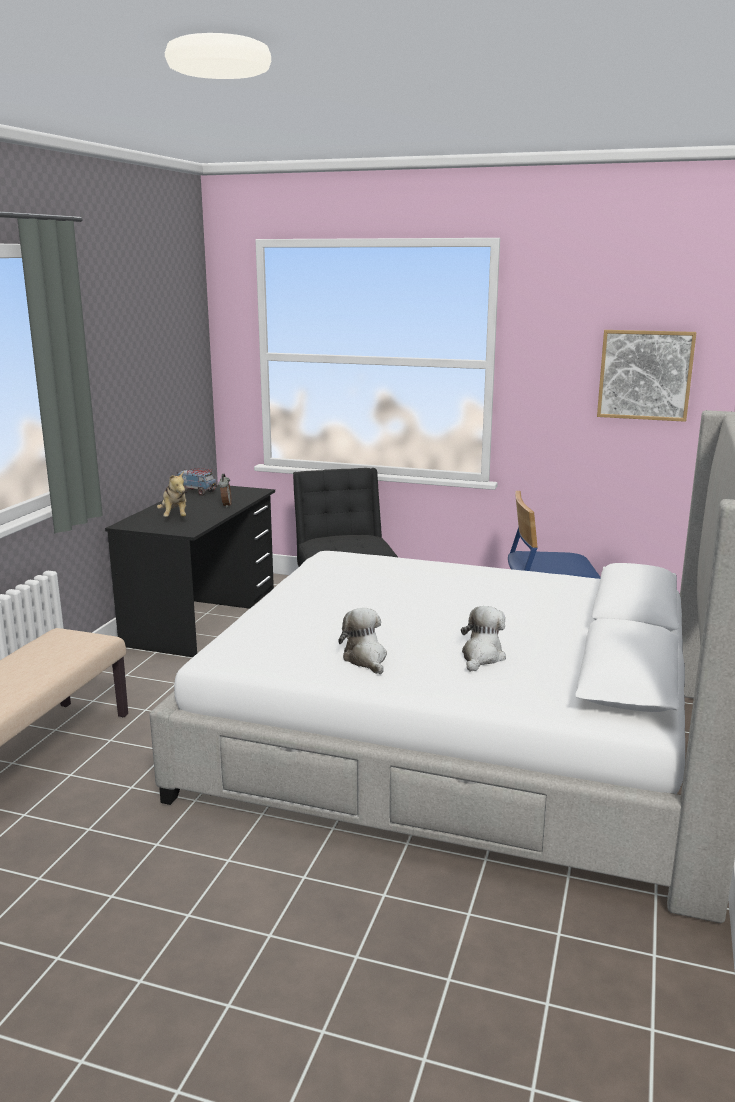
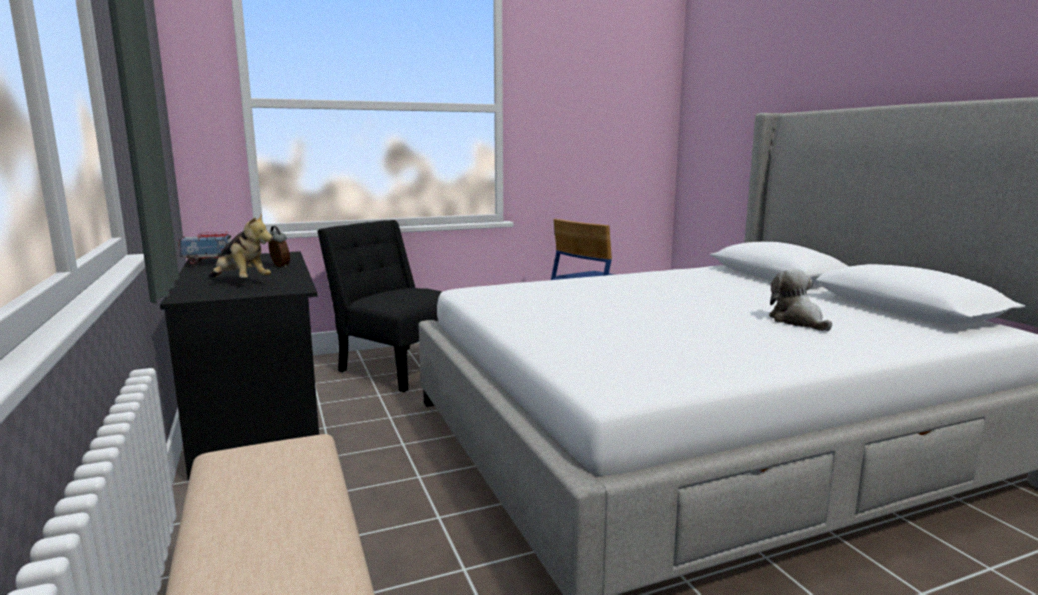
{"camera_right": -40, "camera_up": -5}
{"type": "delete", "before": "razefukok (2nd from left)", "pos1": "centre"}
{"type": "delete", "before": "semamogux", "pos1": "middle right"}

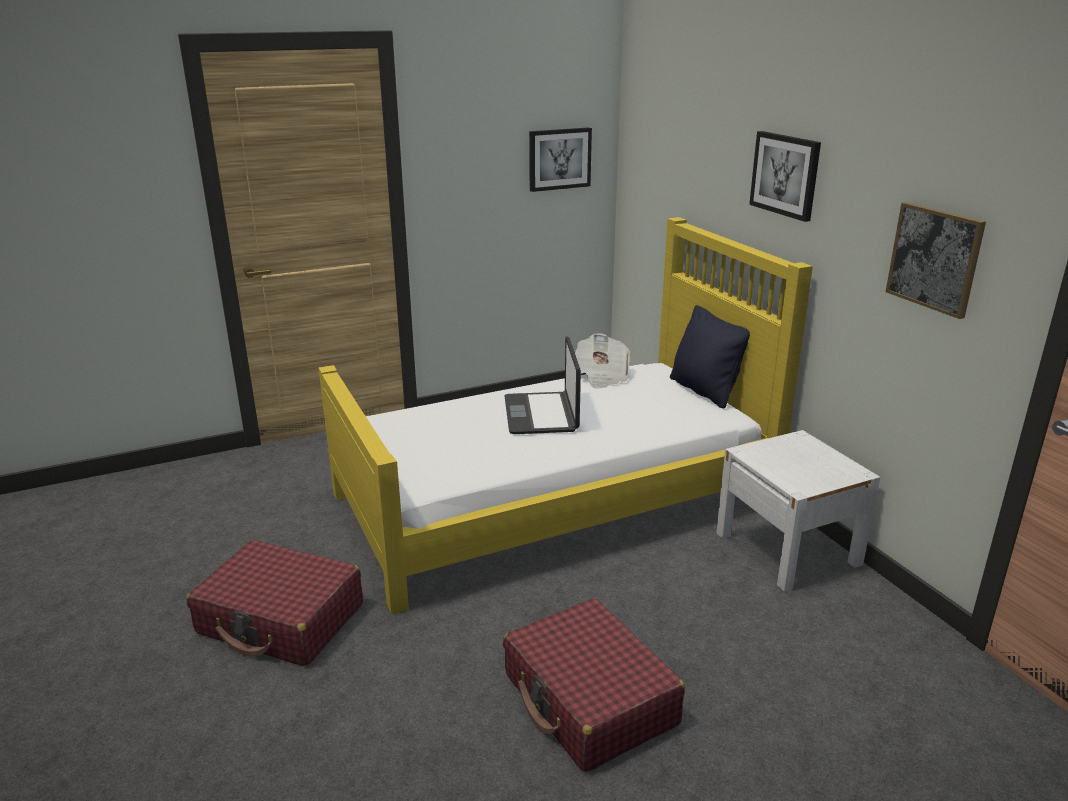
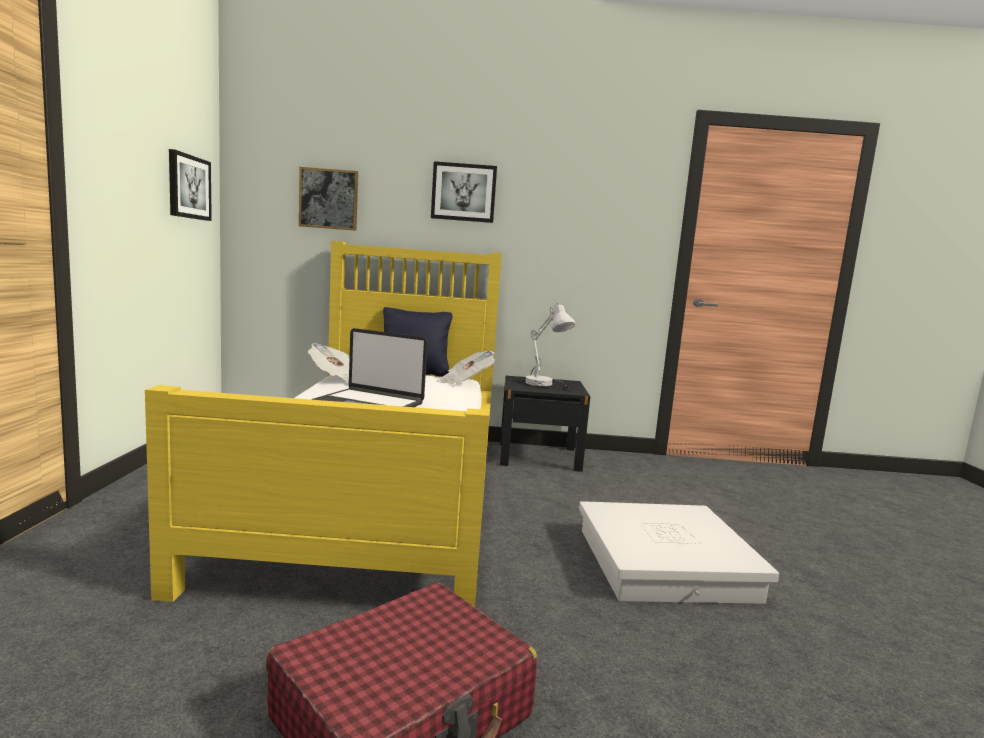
{"camera_right": -65, "camera_up": -15}
{"type": "replace", "before": "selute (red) (2nd from left)", "after": "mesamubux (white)", "pos1": "bottom centre", "pos2": "bottom right"}
{"type": "recolor", "before": "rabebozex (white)", "after": "rabebozex (black)", "pos1": "middle right", "pos2": "centre"}
{"type": "move", "before": "semamogux (3rd from left in the first image)", "after": "semamogux (2nd from left)", "pos1": "top right", "pos2": "top centre"}
{"type": "insert", "after": "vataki (2nd from left)", "pos2": "centre"}
{"type": "insert", "after": "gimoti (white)", "pos2": "centre"}

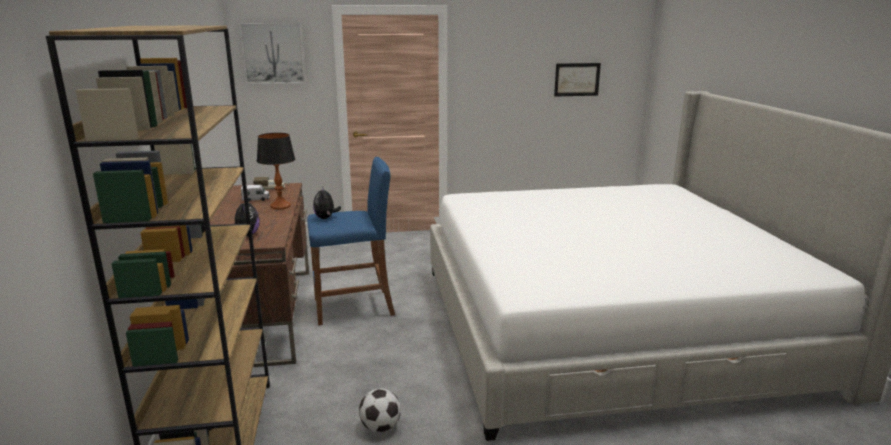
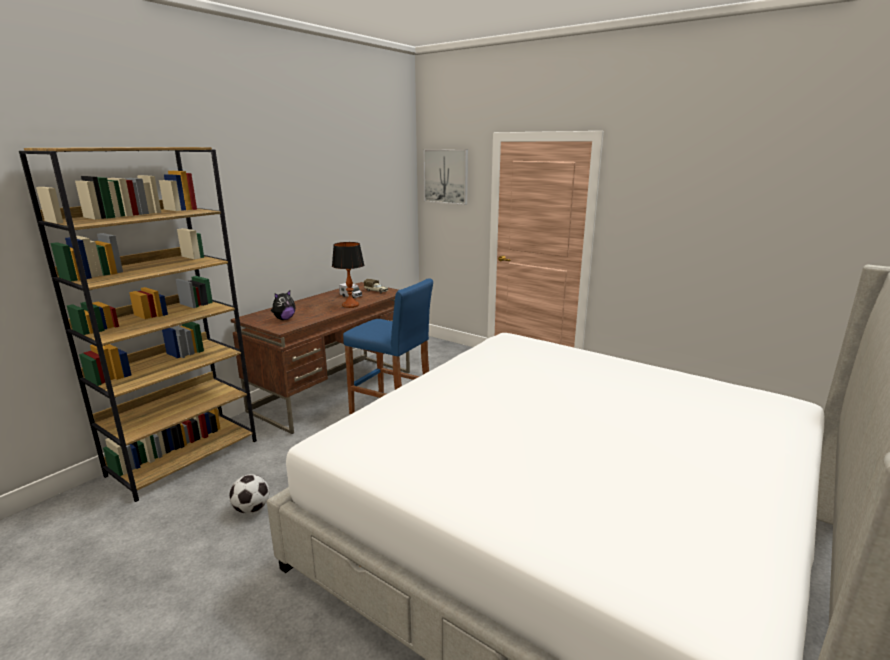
{"camera_right": 45, "camera_up": 0}
{"type": "delete", "before": "razefukok (2nd from left)", "pos1": "centre"}
{"type": "delete", "before": "semamogux (2nd from left)", "pos1": "top centre"}

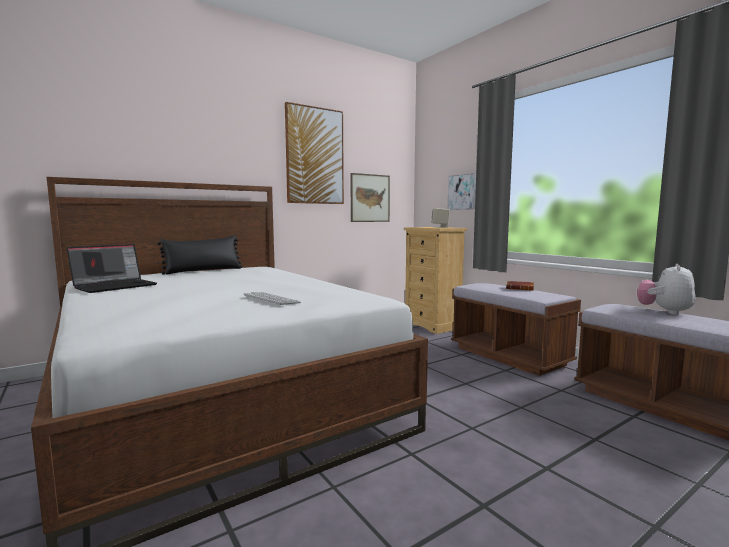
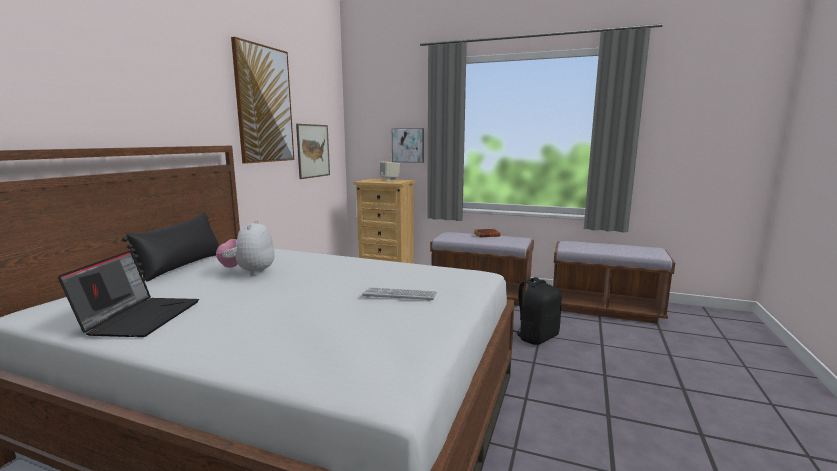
{"camera_right": -35, "camera_up": 5}
{"type": "move", "before": "razefukok", "pos1": "middle right", "pos2": "middle left"}
{"type": "insert", "after": "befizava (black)", "pos2": "centre"}

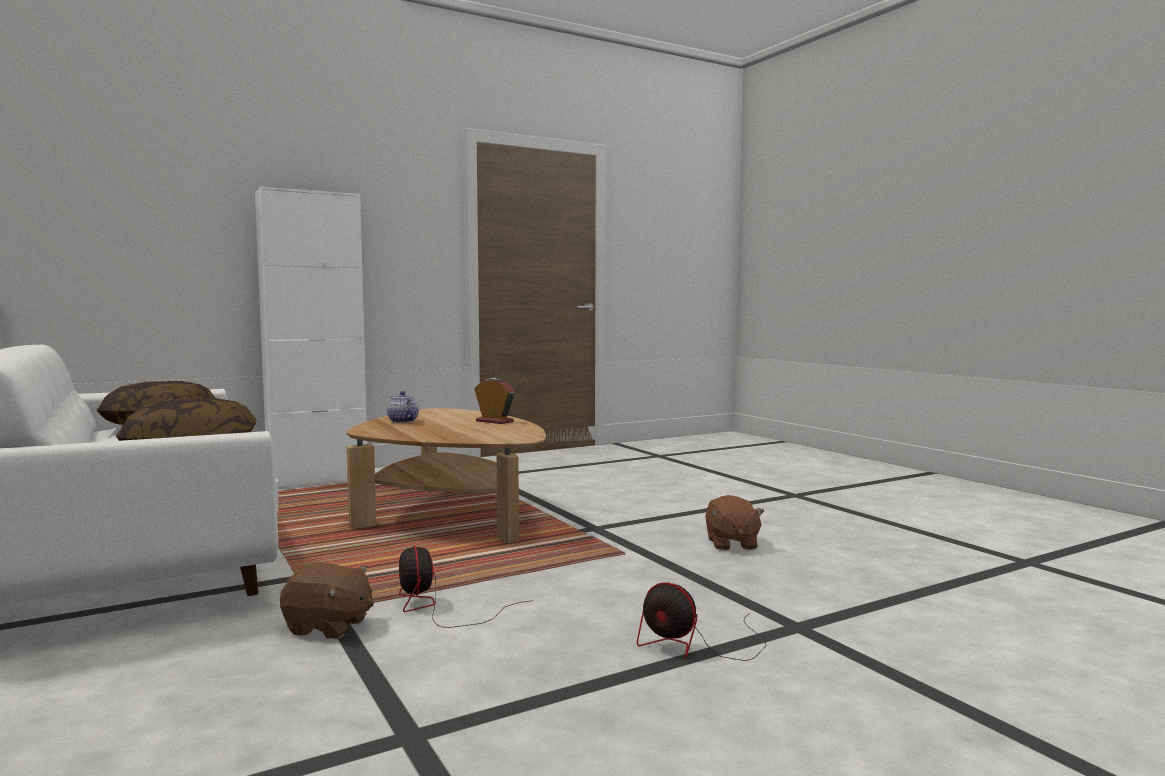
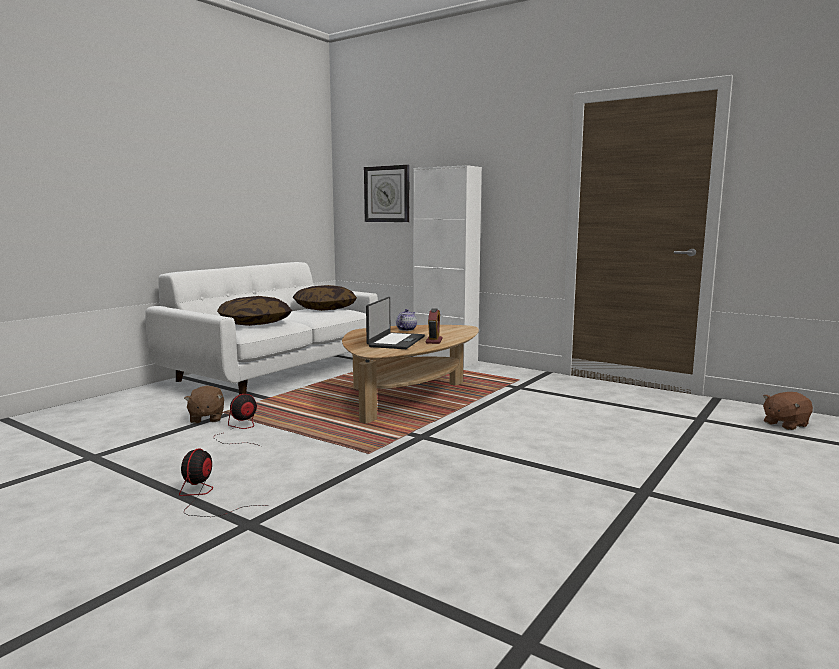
{"camera_right": 65, "camera_up": 5}
{"type": "move", "before": "razefukok (brown) (2nd from left)", "pos1": "bottom centre", "pos2": "middle right"}
{"type": "insert", "after": "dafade", "pos2": "top centre"}
{"type": "insert", "after": "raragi", "pos2": "centre"}

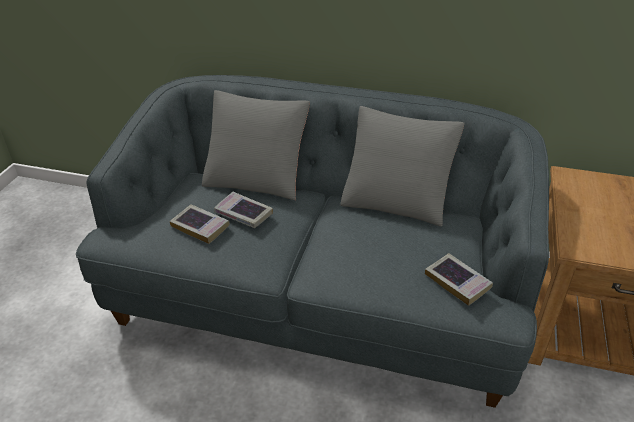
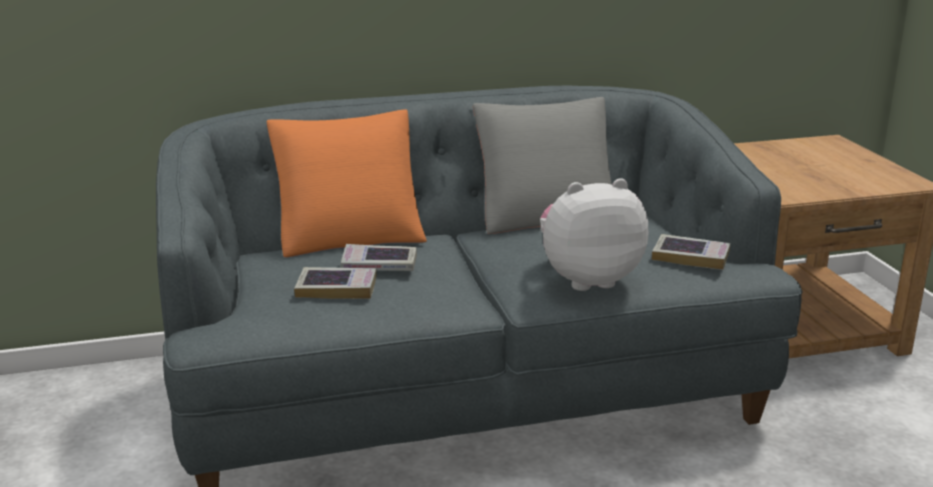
{"camera_right": -30, "camera_up": -15}
{"type": "recolor", "before": "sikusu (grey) (1st from left)", "after": "sikusu (orange)", "pos1": "centre", "pos2": "centre"}
{"type": "insert", "after": "razefukok", "pos2": "centre"}

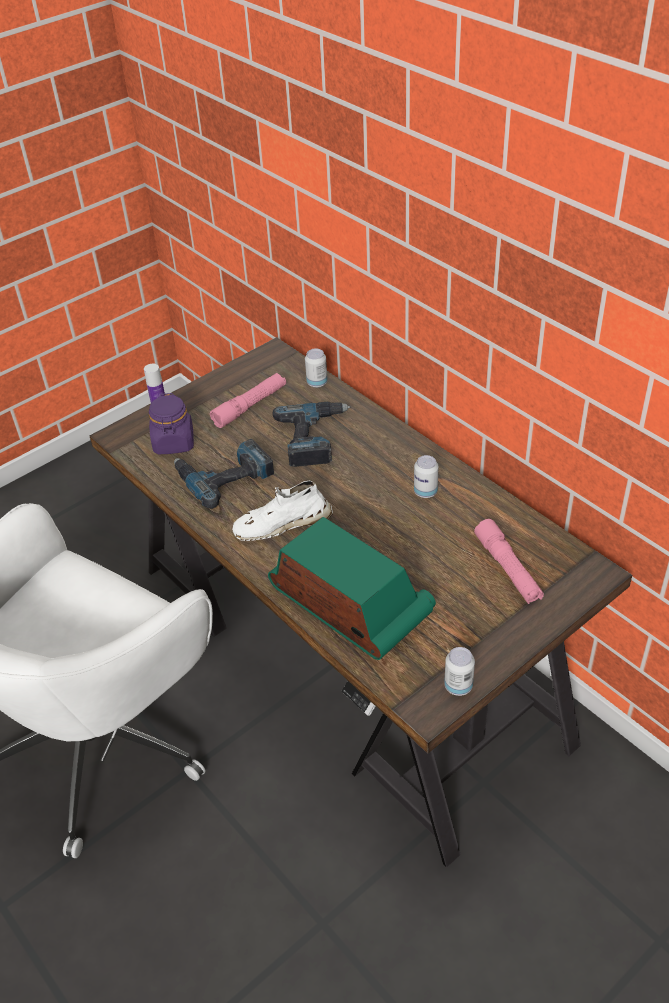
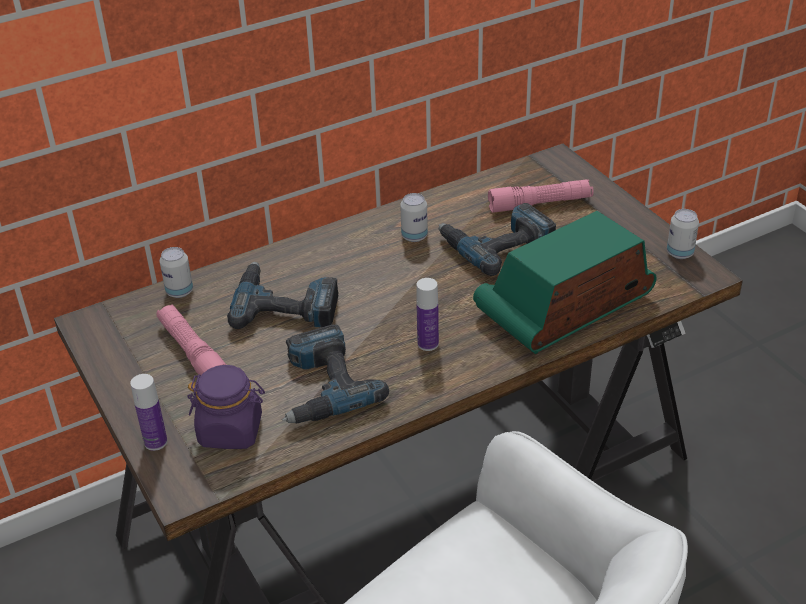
{"camera_right": -80, "camera_up": -5}
{"type": "replace", "before": "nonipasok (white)", "after": "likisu (2nd from left)", "pos1": "centre", "pos2": "centre"}
{"type": "insert", "after": "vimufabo (3rd from left)", "pos2": "centre"}

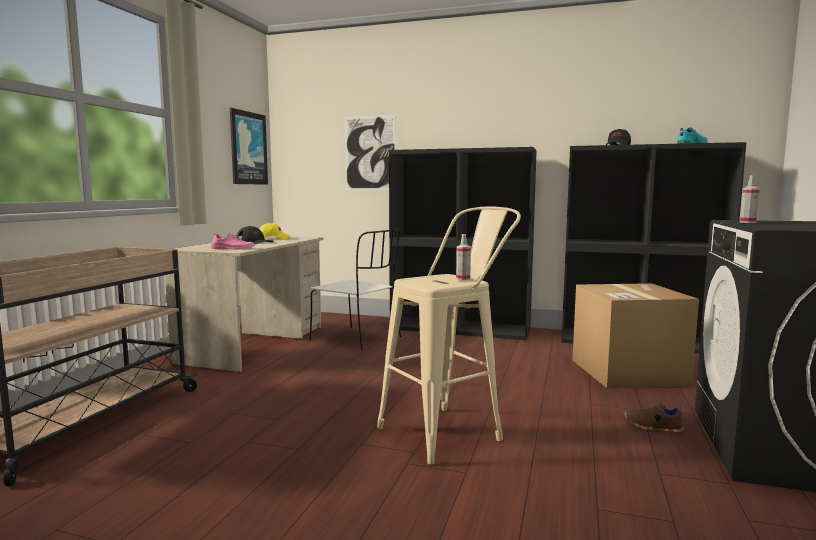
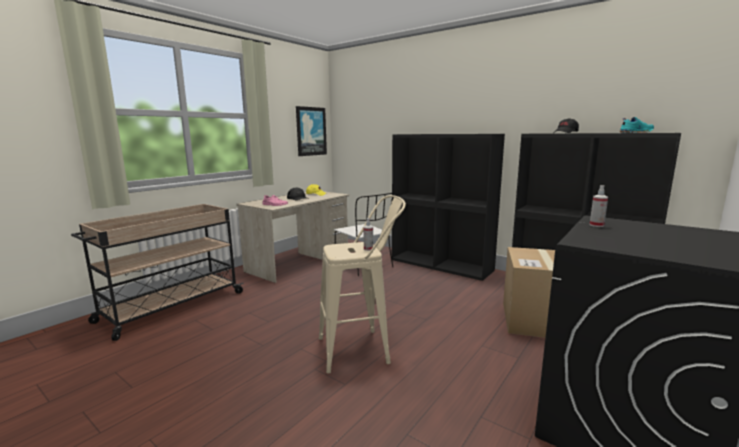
{"camera_right": 20, "camera_up": 5}
{"type": "delete", "before": "semamogux (2nd from left)", "pos1": "top centre"}
{"type": "delete", "before": "nonipasok (brown)", "pos1": "bottom right"}

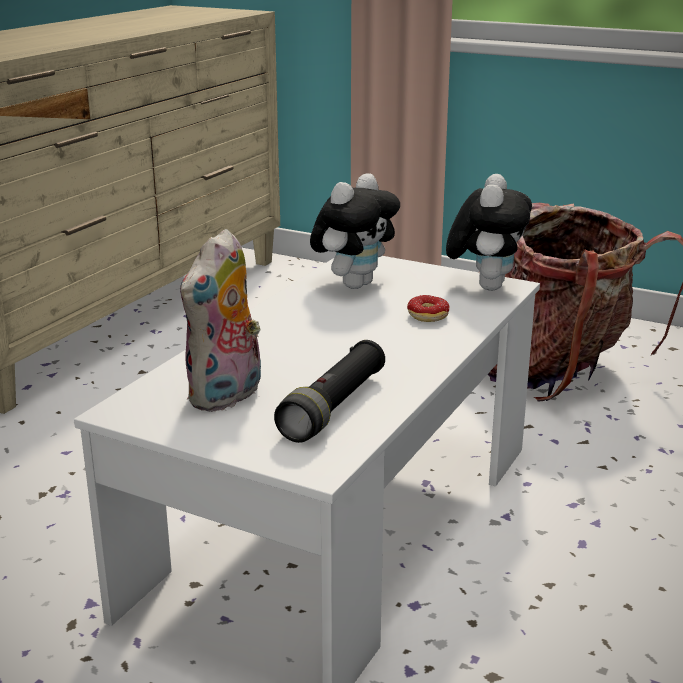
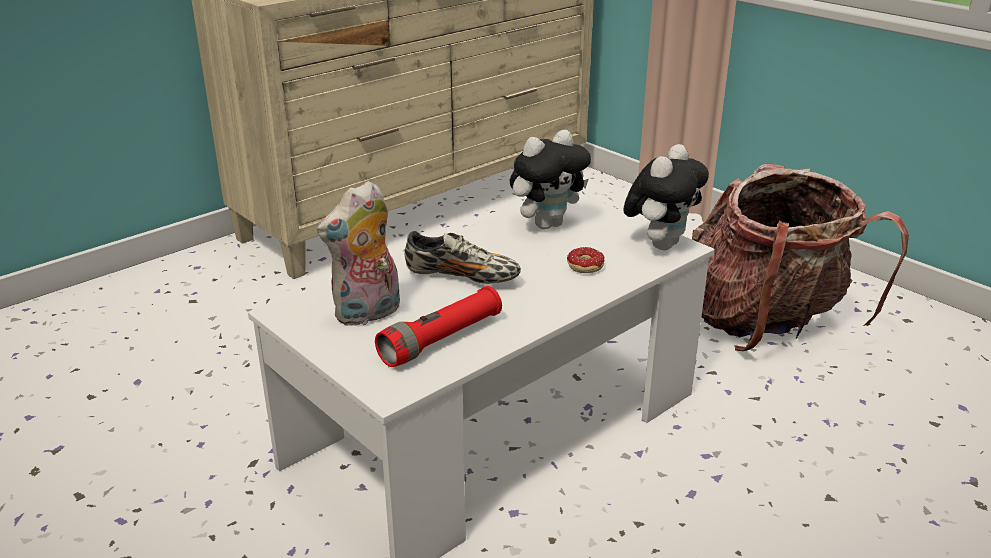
{"camera_right": 20, "camera_up": 5}
{"type": "recolor", "before": "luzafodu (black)", "after": "luzafodu (red)", "pos1": "centre", "pos2": "centre"}
{"type": "insert", "after": "nonipasok", "pos2": "centre"}

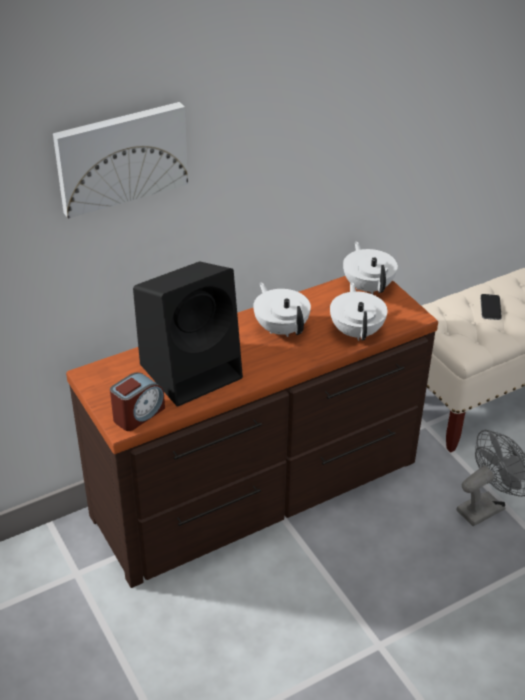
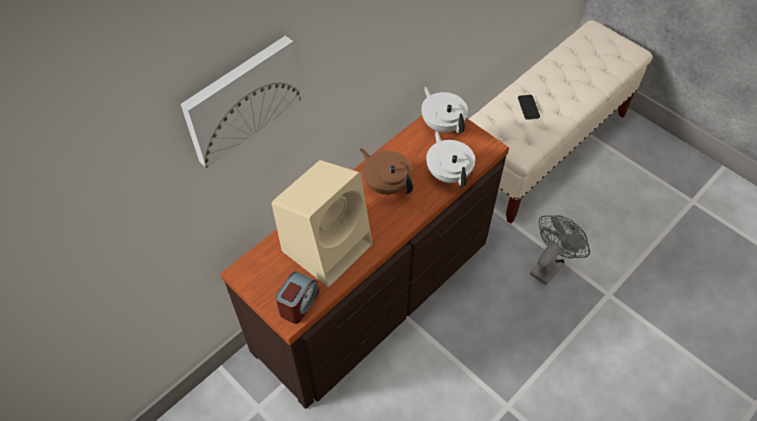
{"camera_right": -15, "camera_up": 15}
{"type": "recolor", "before": "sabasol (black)", "after": "sabasol (beige)", "pos1": "centre", "pos2": "centre"}
{"type": "recolor", "before": "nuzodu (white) (1st from left)", "after": "nuzodu (brown)", "pos1": "centre", "pos2": "centre"}

